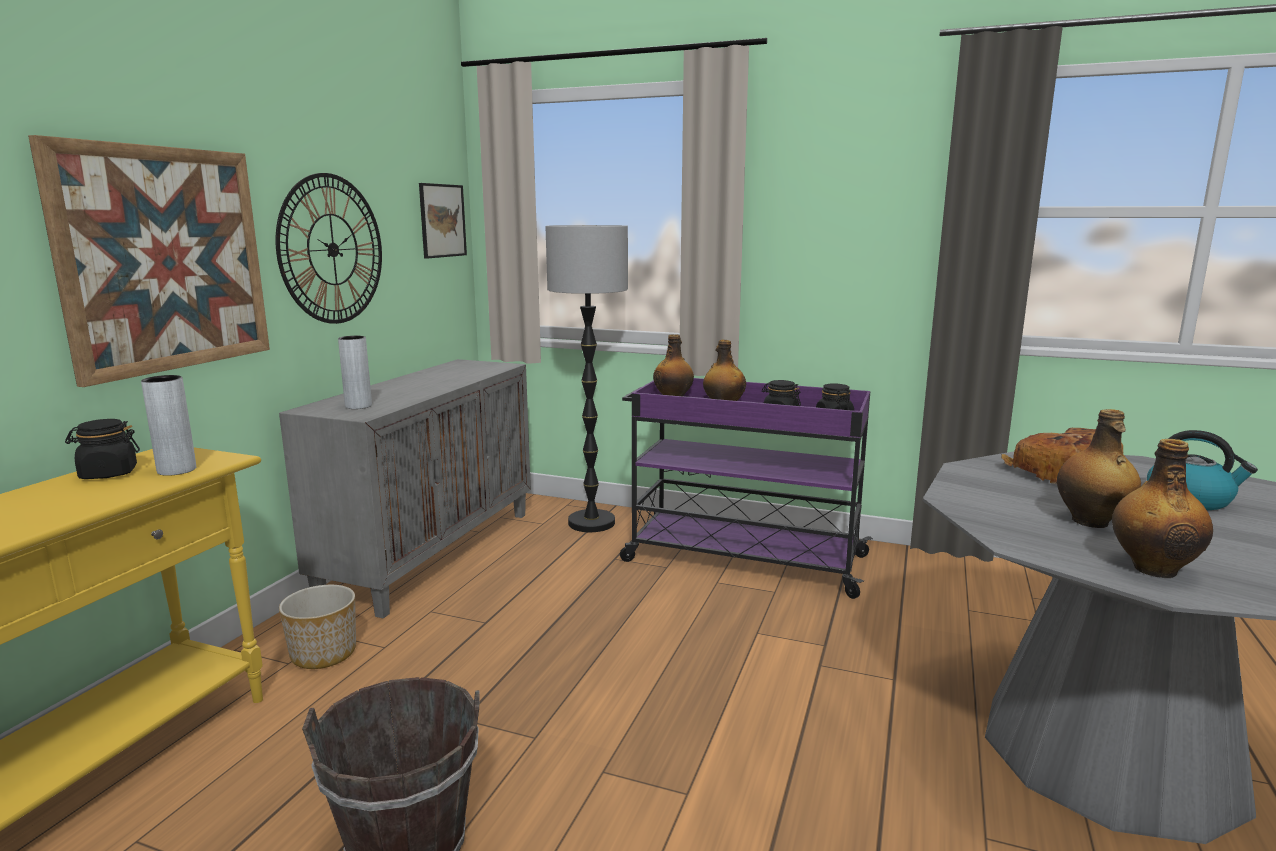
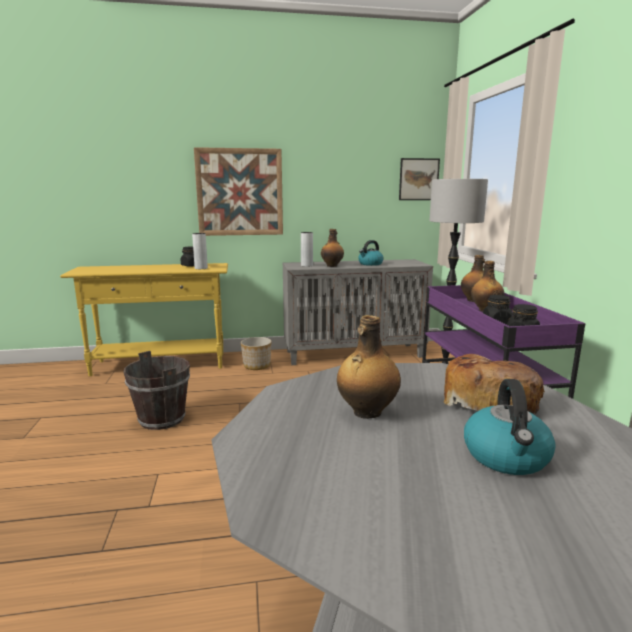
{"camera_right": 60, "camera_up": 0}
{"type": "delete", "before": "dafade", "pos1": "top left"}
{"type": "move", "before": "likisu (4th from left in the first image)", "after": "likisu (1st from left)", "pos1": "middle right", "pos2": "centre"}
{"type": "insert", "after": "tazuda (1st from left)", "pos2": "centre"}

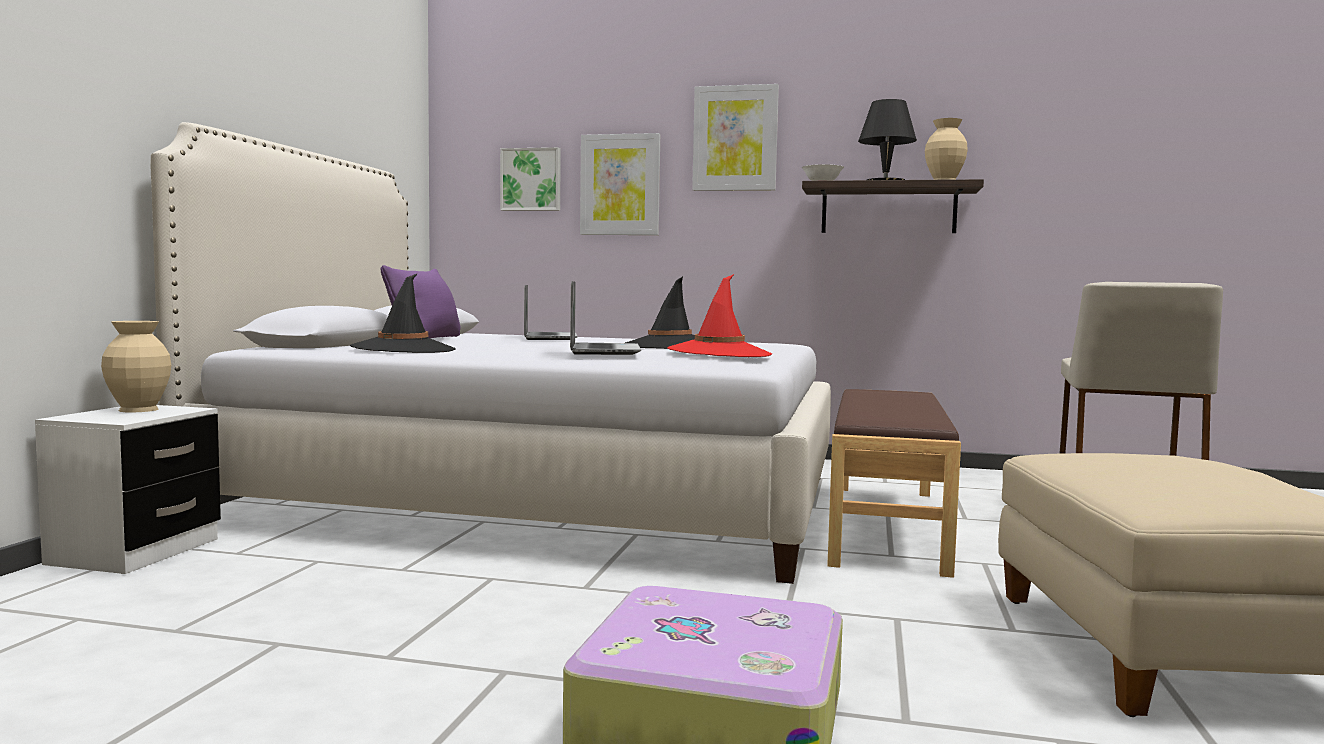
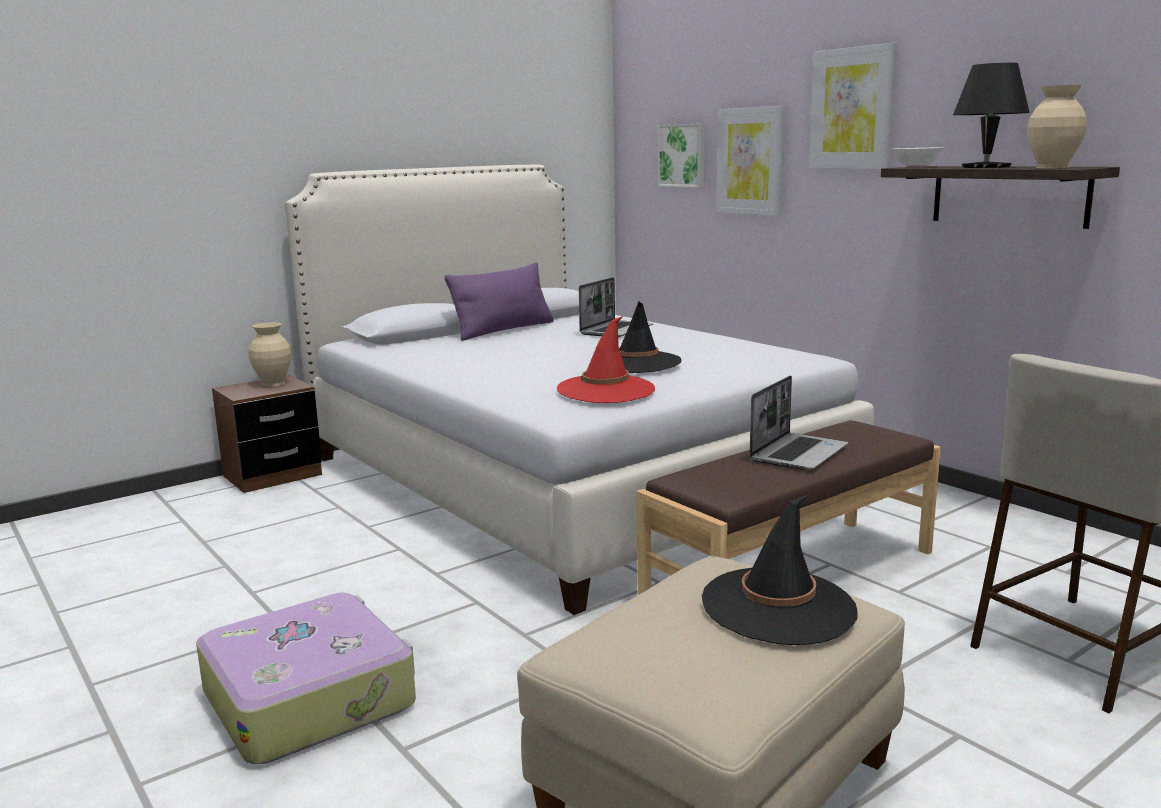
{"camera_right": 40, "camera_up": 10}
{"type": "recolor", "before": "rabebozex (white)", "after": "rabebozex (brown)", "pos1": "middle left", "pos2": "middle left"}
{"type": "move", "before": "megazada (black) (1st from left in the first image)", "after": "megazada (black) (2nd from left)", "pos1": "middle left", "pos2": "bottom right"}
{"type": "move", "before": "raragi (2nd from left)", "pos1": "centre", "pos2": "middle right"}

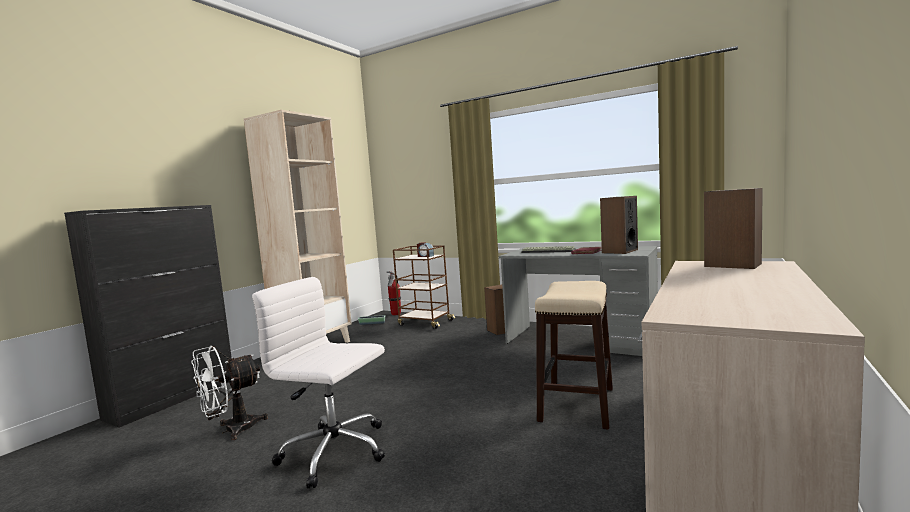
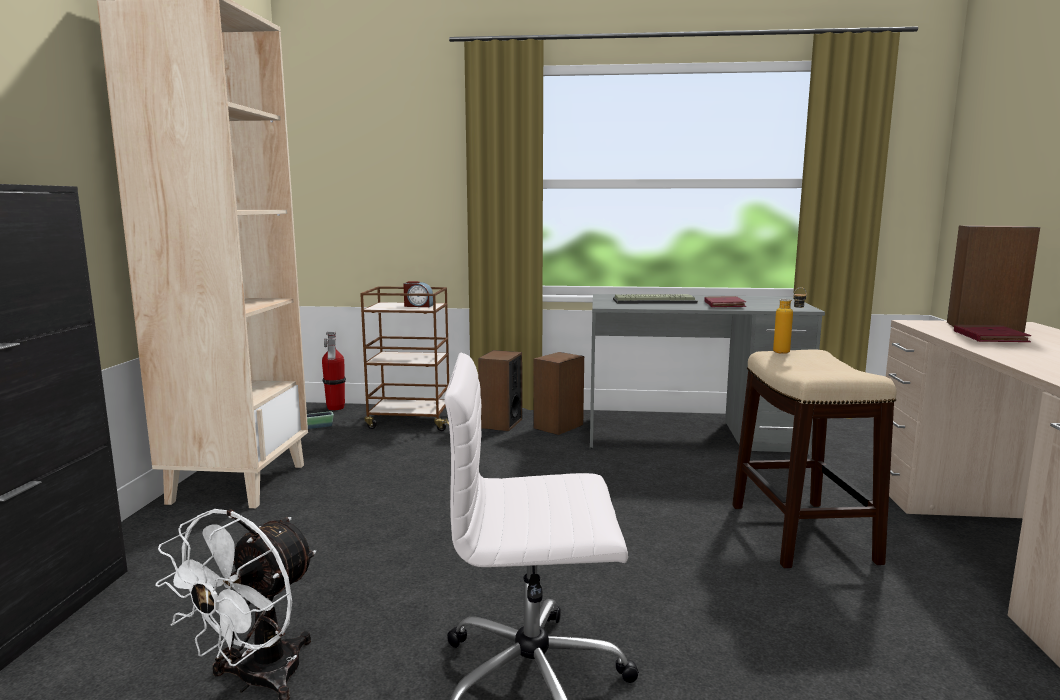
{"camera_right": -25, "camera_up": 5}
{"type": "move", "before": "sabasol (2nd from left in the first image)", "after": "sabasol (1st from left)", "pos1": "middle right", "pos2": "centre"}
{"type": "insert", "after": "likisu", "pos2": "middle right"}
{"type": "insert", "after": "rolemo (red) (2nd from left)", "pos2": "middle right"}

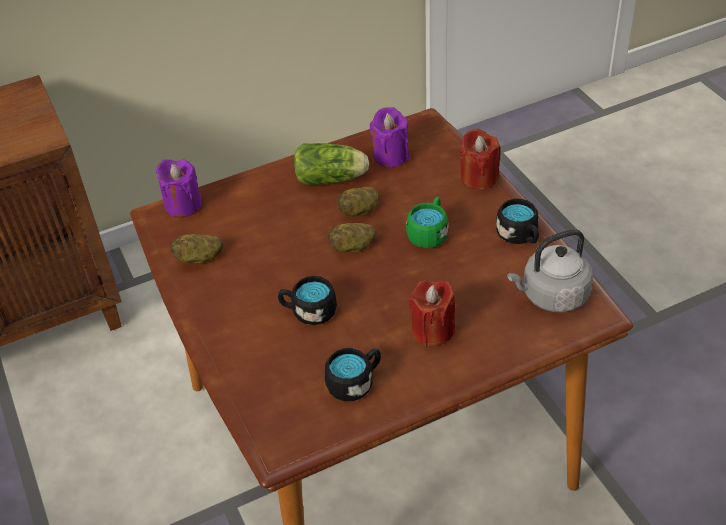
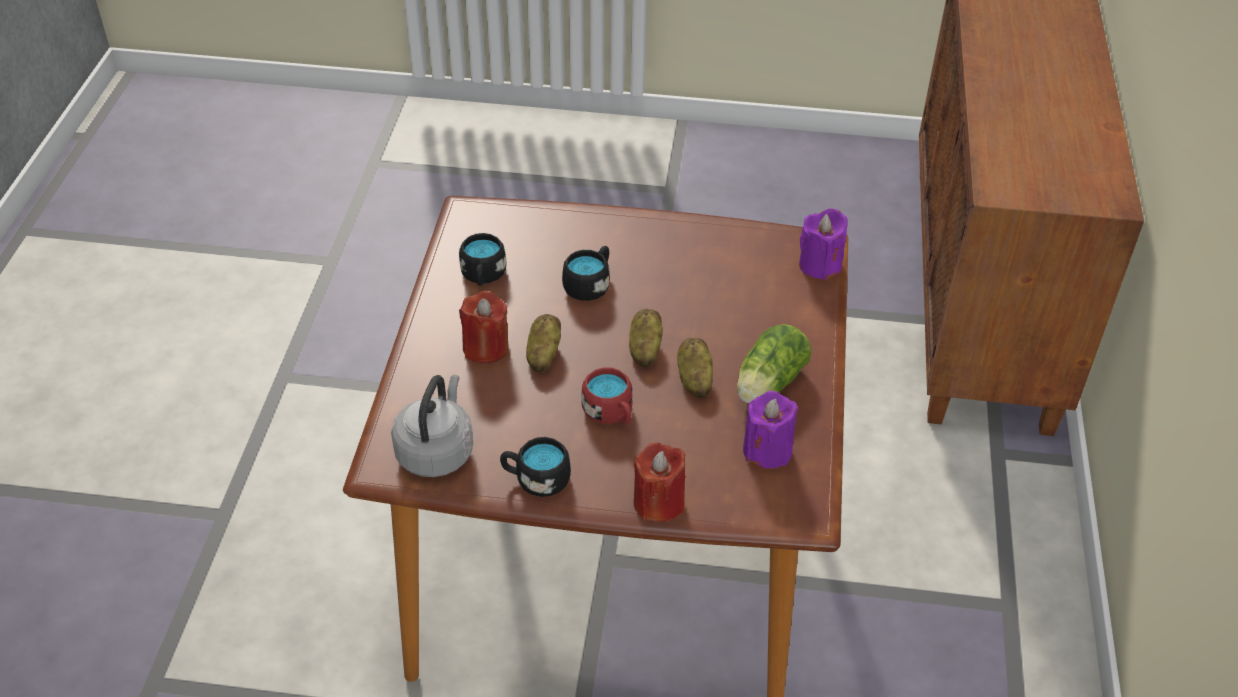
{"camera_right": 120, "camera_up": 0}
{"type": "move", "before": "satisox (1st from left)", "pos1": "middle left", "pos2": "centre"}
{"type": "recolor", "before": "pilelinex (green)", "after": "pilelinex (red)", "pos1": "centre", "pos2": "centre"}

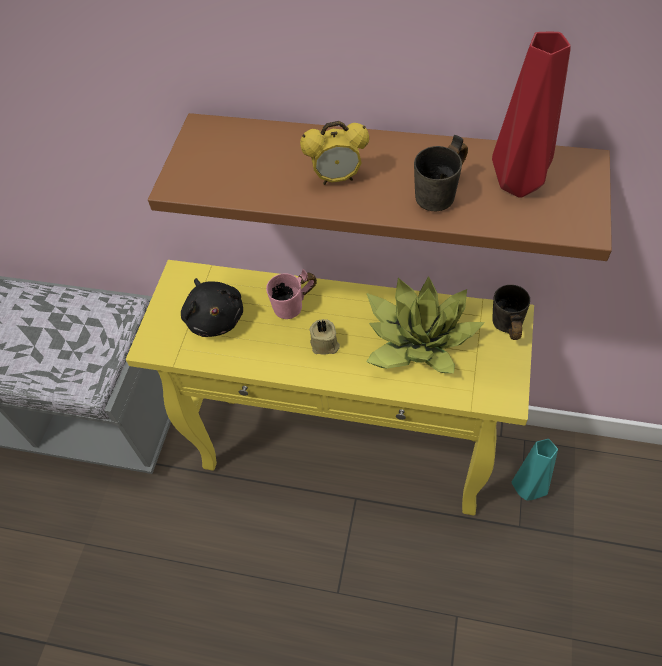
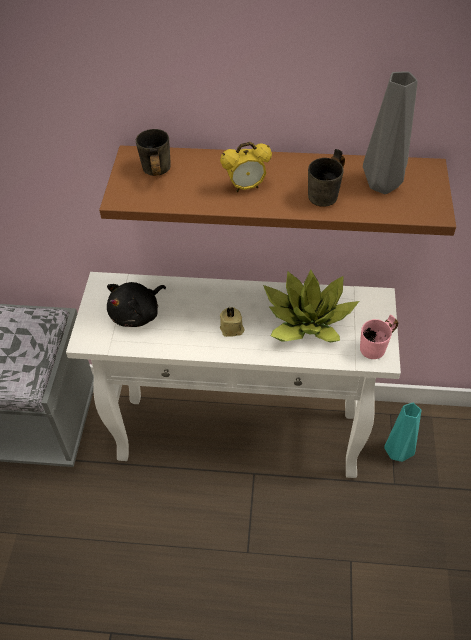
{"camera_right": -10, "camera_up": -5}
{"type": "recolor", "before": "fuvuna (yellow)", "after": "fuvuna (white)", "pos1": "centre", "pos2": "centre"}
{"type": "rotate", "before": "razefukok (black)", "pos1": "middle left", "pos2": "middle left", "turn": 75}
{"type": "move", "before": "pilelinex (pink)", "pos1": "centre", "pos2": "middle right"}
{"type": "recolor", "before": "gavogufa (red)", "after": "gavogufa (grey)", "pos1": "top right", "pos2": "top right"}
{"type": "move", "before": "pilelinex (grey) (2nd from left in the first image)", "after": "pilelinex (grey) (1st from left)", "pos1": "middle right", "pos2": "top left"}

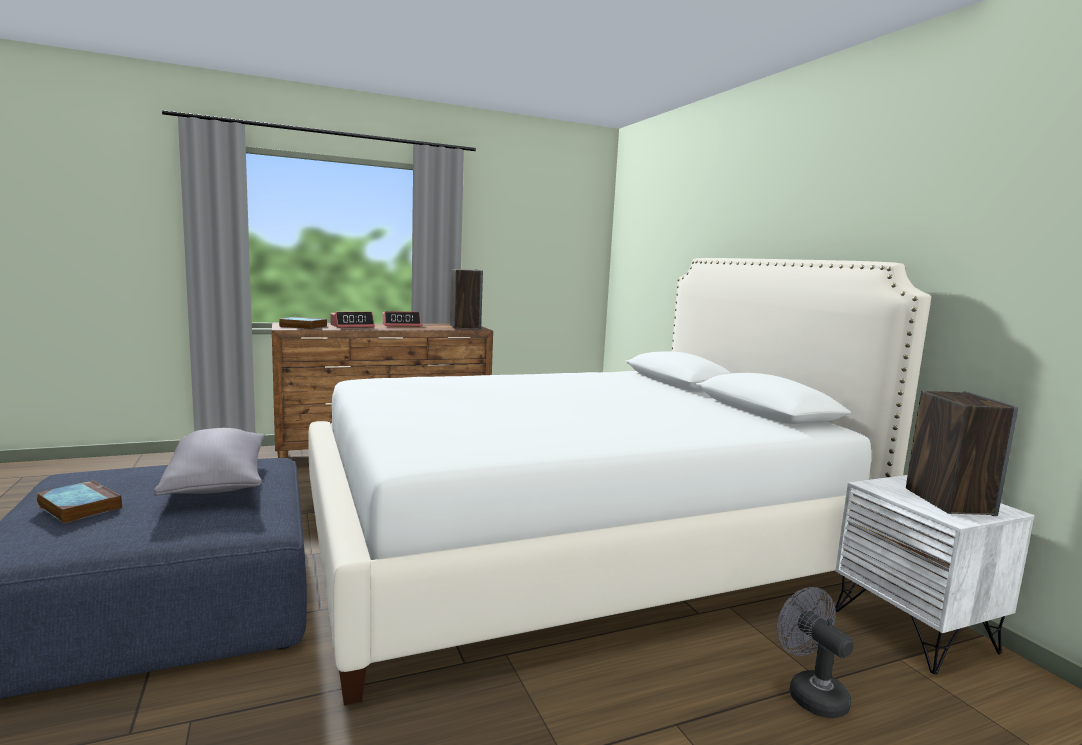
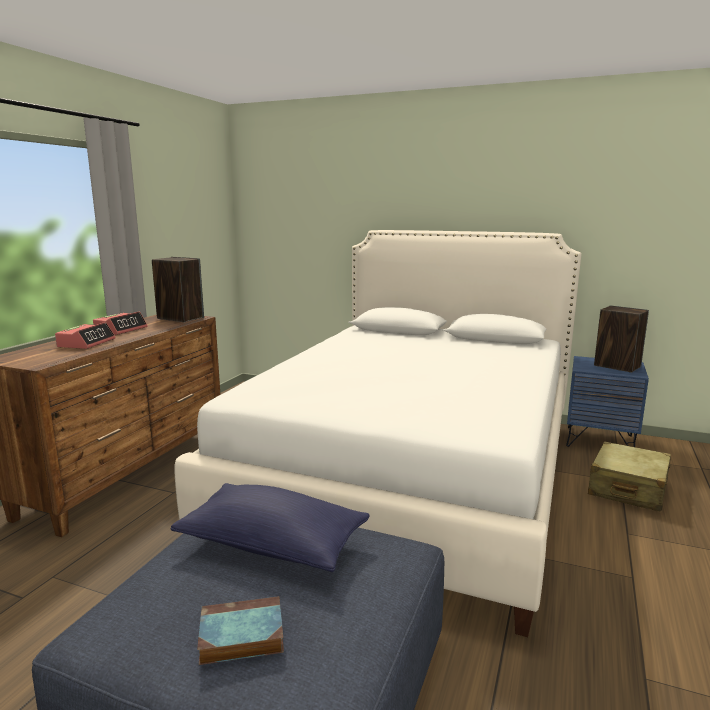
{"camera_right": -45, "camera_up": 5}
{"type": "recolor", "before": "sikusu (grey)", "after": "sikusu (blue)", "pos1": "middle left", "pos2": "bottom centre"}
{"type": "delete", "before": "rolemo (2nd from left)", "pos1": "middle left"}
{"type": "replace", "before": "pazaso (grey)", "after": "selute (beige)", "pos1": "bottom right", "pos2": "bottom right"}
{"type": "recolor", "before": "rabebozex (white)", "after": "rabebozex (blue)", "pos1": "bottom right", "pos2": "middle right"}

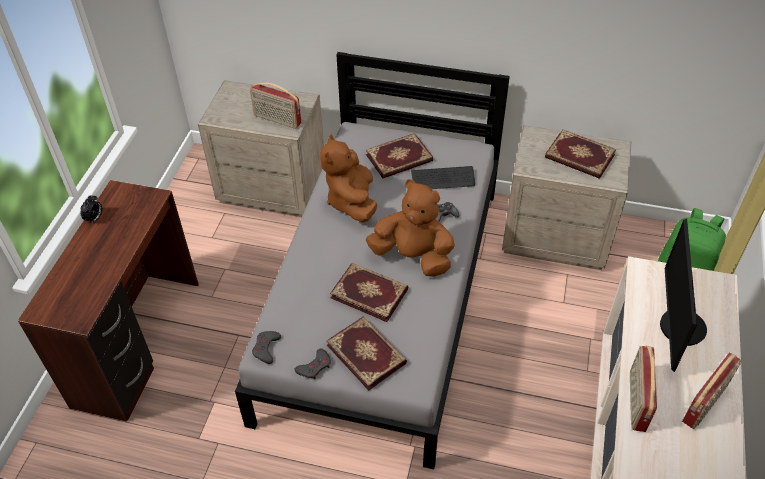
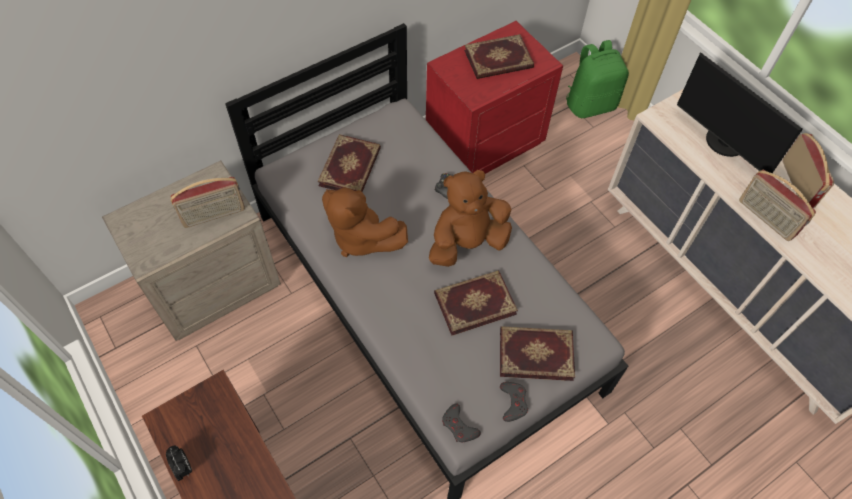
{"camera_right": -50, "camera_up": 10}
{"type": "delete", "before": "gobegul", "pos1": "centre"}
{"type": "recolor", "before": "rabebozex (beige) (2nd from left)", "after": "rabebozex (red)", "pos1": "middle right", "pos2": "top centre"}

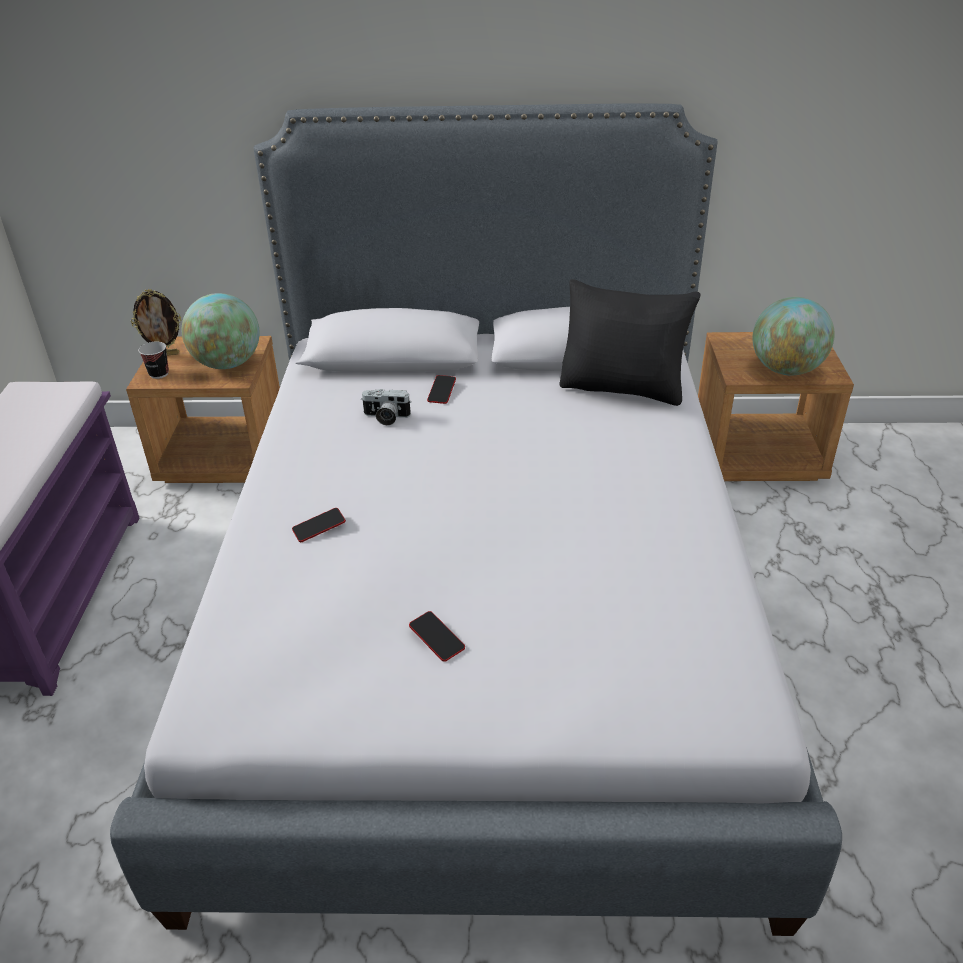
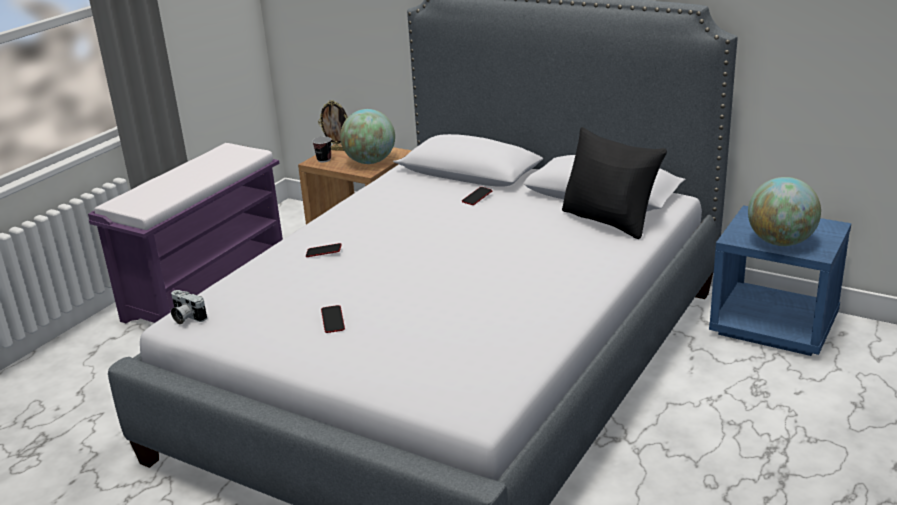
{"camera_right": 30, "camera_up": -10}
{"type": "move", "before": "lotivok", "pos1": "centre", "pos2": "middle left"}
{"type": "recolor", "before": "rabebozex (brown) (2nd from left)", "after": "rabebozex (blue)", "pos1": "middle right", "pos2": "middle right"}

